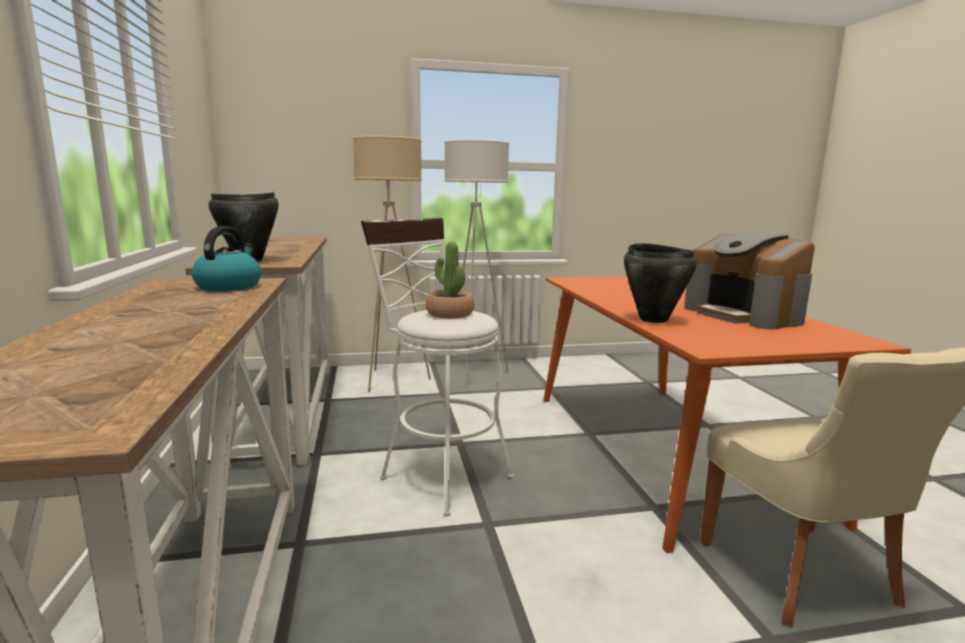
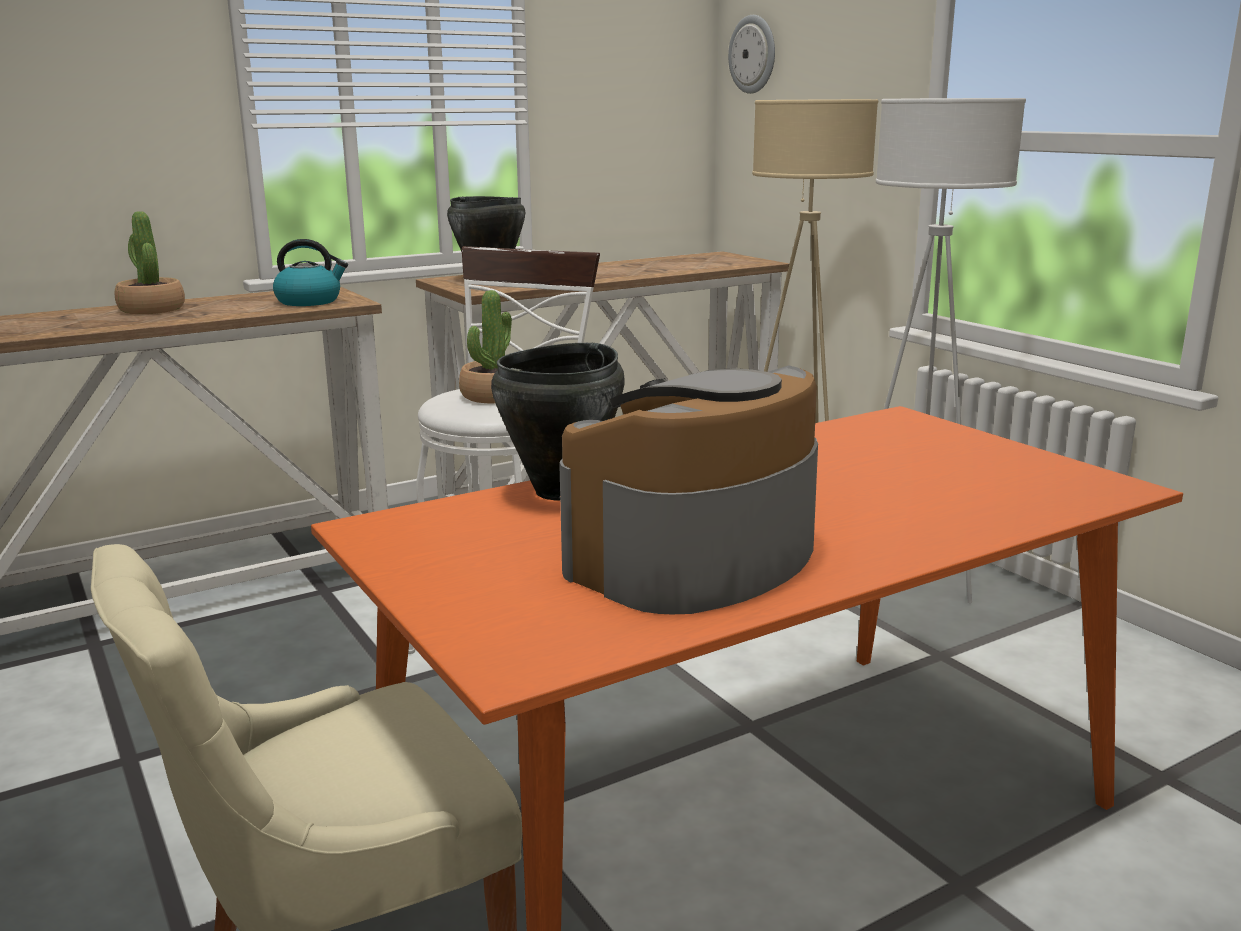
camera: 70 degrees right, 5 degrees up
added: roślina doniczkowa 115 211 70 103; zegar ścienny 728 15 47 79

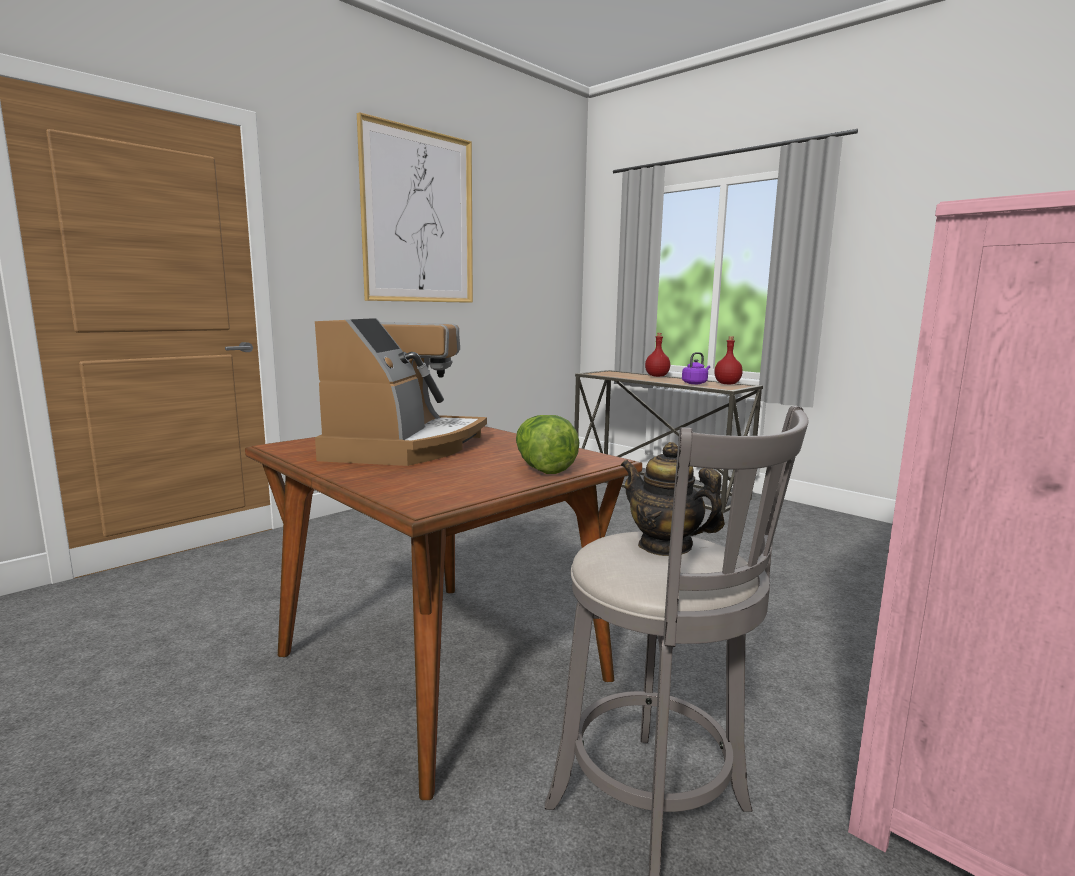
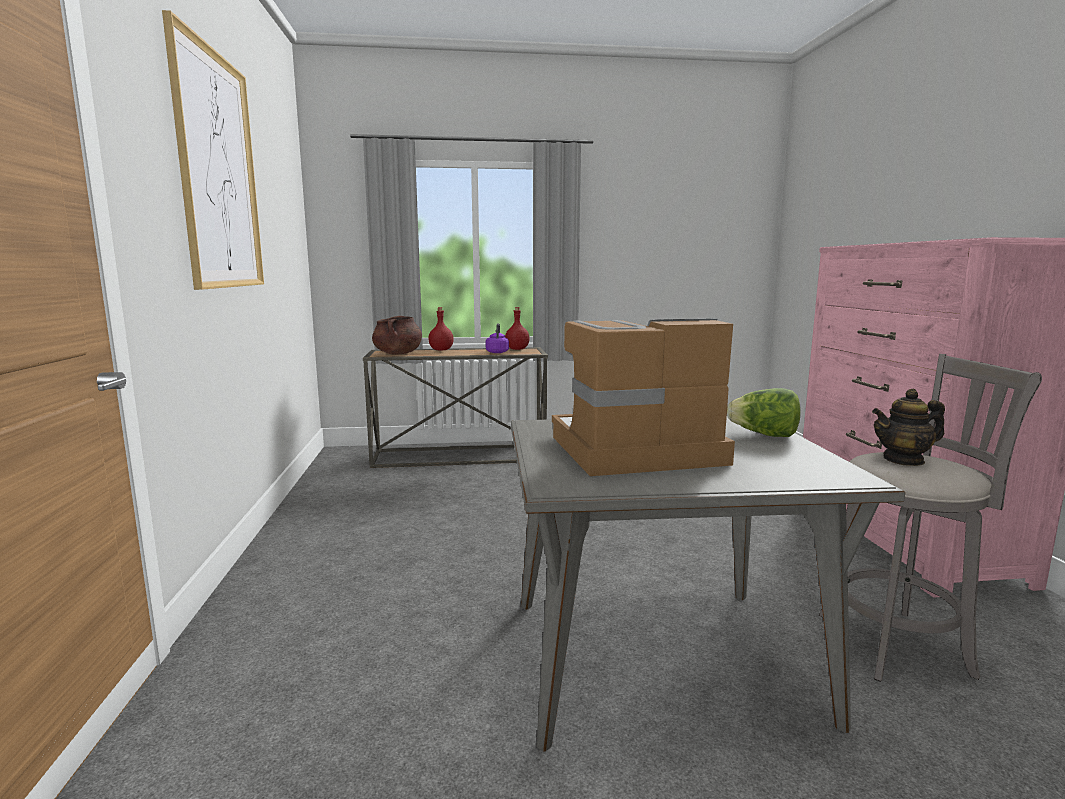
camera: 50 degrees left, 0 degrees up
added: garnek (brązowy) 372 316 50 39
recoloured: stół jadalny (brązowy) 245 426 397 374 to stół jadalny (szary) 511 417 394 335
turned: ekspres do kawy 315 318 172 148 = 552 318 183 158 60 degrees counterclockwise

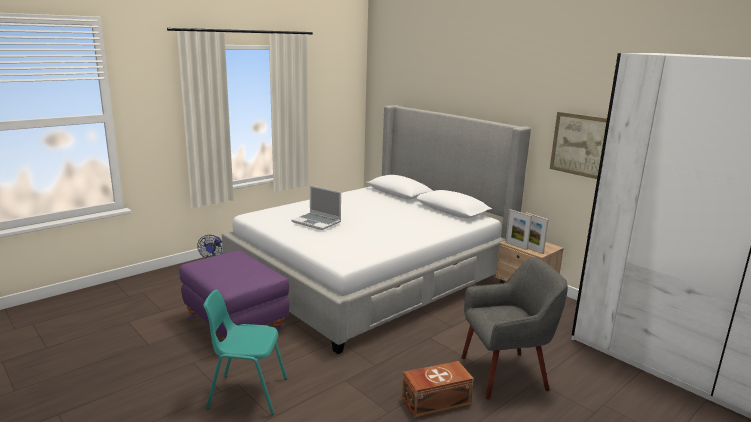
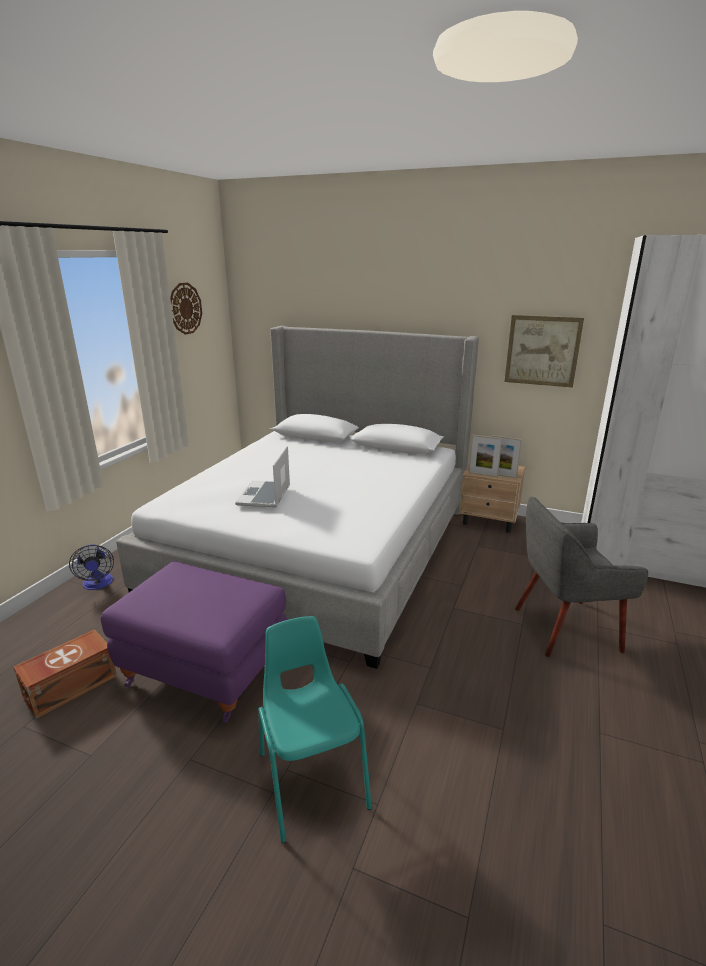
camera: 25 degrees left, 5 degrees up
added: zegar ścienny 170 283 32 52
moved: pojemnik do przechowywania (brązowy) 402 361 72 57 to 13 629 104 90
turned: krzesło (turkusowy) 204 290 83 125 = 258 616 114 227 90 degrees clockwise; laptop 292 185 49 45 = 235 446 55 62 90 degrees clockwise; fotel (szary) 461 257 107 143 = 515 497 133 160 150 degrees counterclockwise

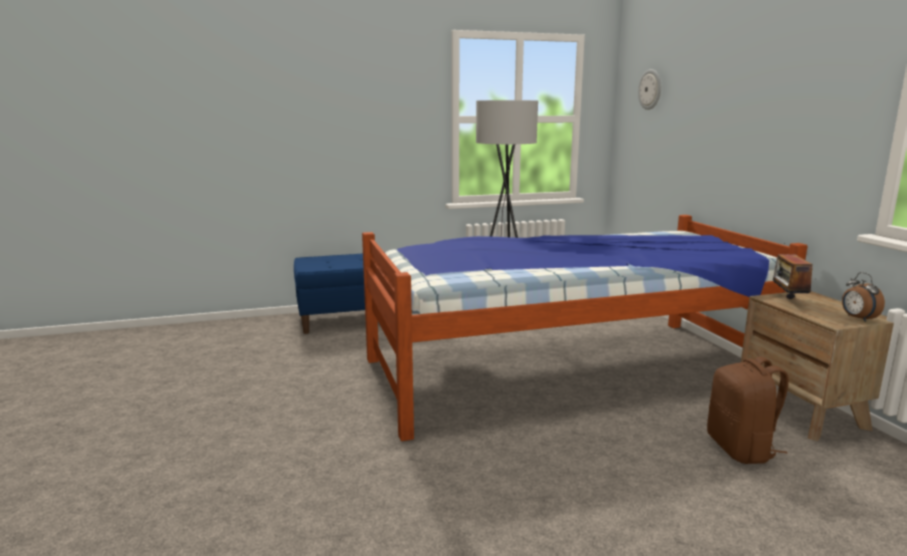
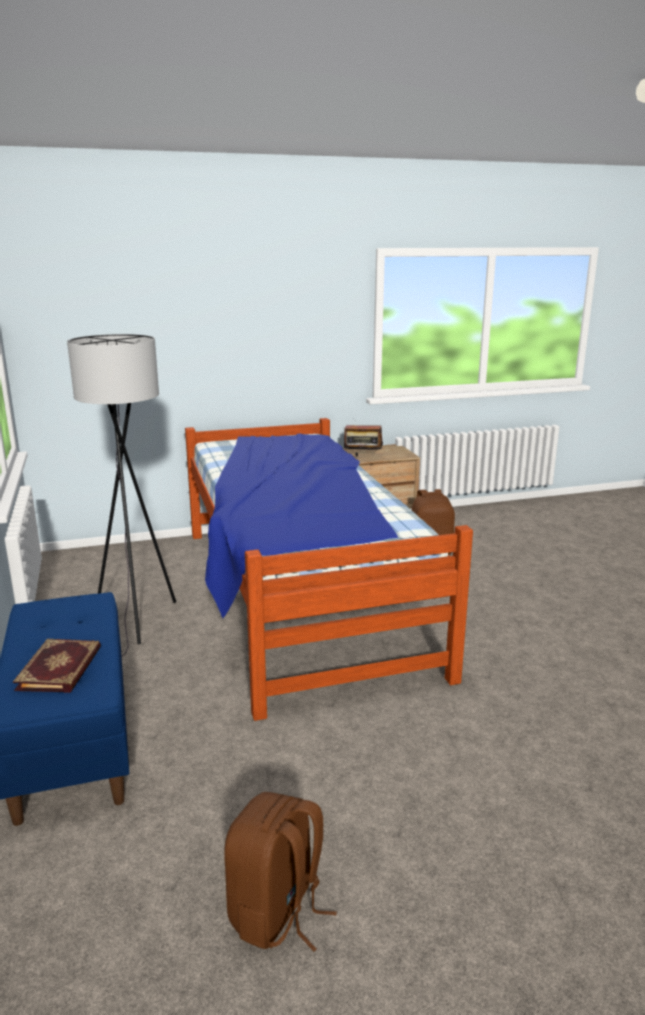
camera: 90 degrees left, 5 degrees up
removed: zegar ścienny 638 69 23 41; budzik 842 272 43 50
added: książka 13 639 88 54; plecak (brązowy) 224 792 113 160

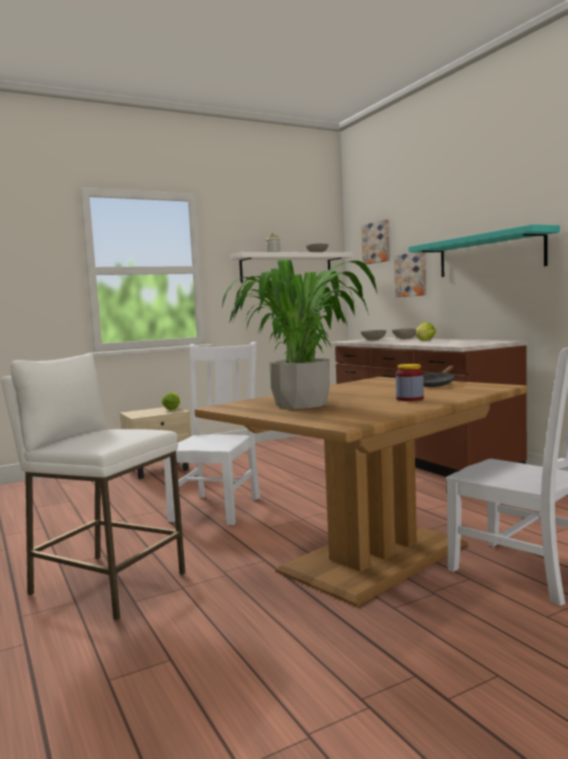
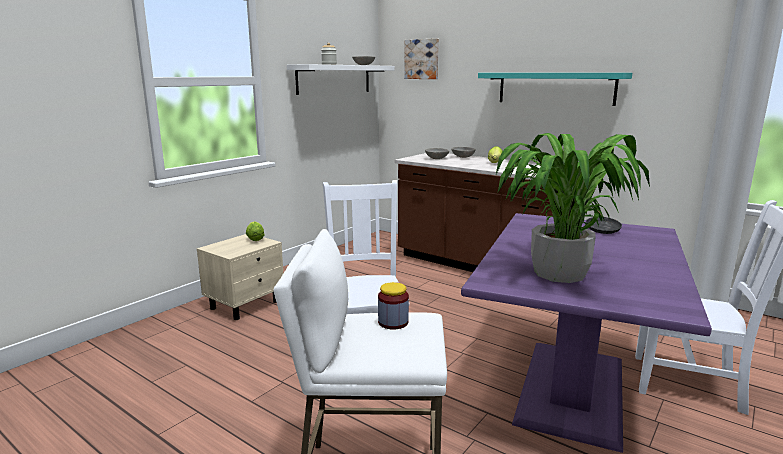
camera: 25 degrees left, 10 degrees up
removed: obraz 394 252 32 45
moved: słoik 396 364 28 37 to 378 282 31 48
recoloured: stół jadalny (brązowy) 195 377 332 230 to stół jadalny (fioletowy) 461 213 251 240

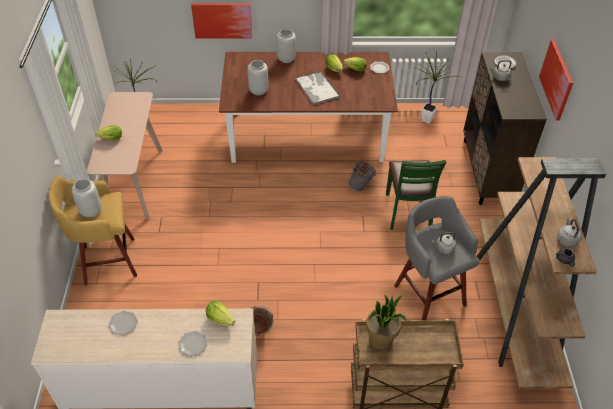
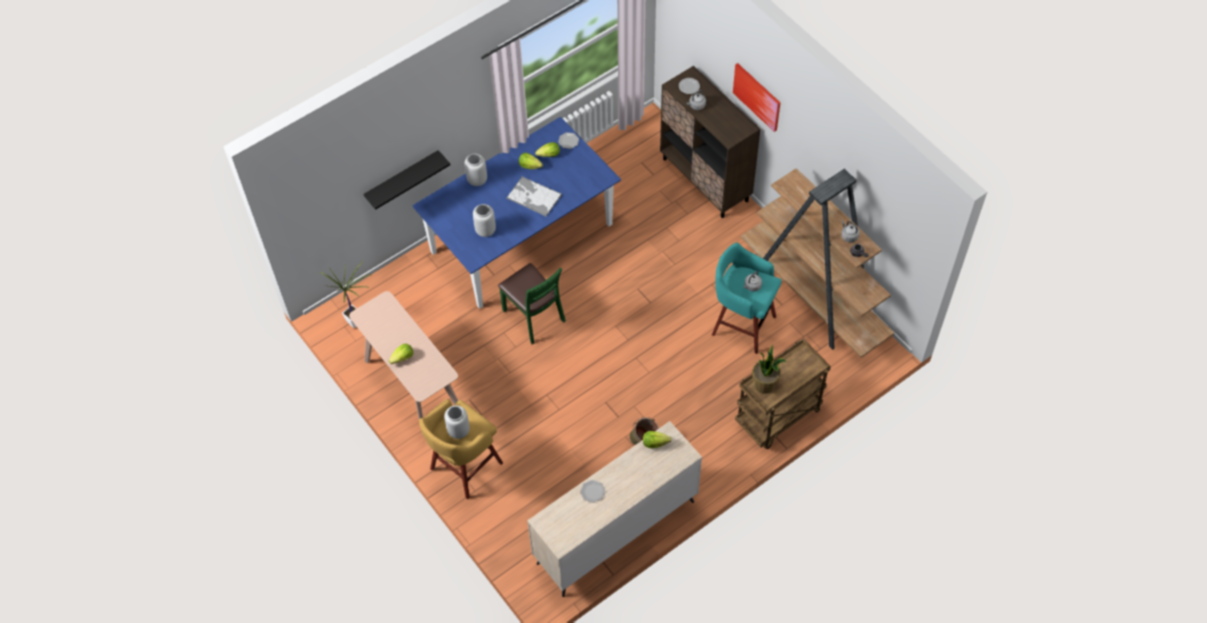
camera: 35 degrees left, 10 degrees up
removed: talerz 178 331 30 26; wiadro (szary) 348 159 28 32; roślina doniczkowa 413 51 47 73
moved: krzesło (zielony) 386 160 61 70 to 498 263 68 81
replaced: obraz 191 3 61 36 to półka (czarny) 364 150 86 60
recoloured: stół jadalny (brązowy) 219 52 179 111 to stół jadalny (niebieski) 413 117 208 192; stołek (szary) 394 196 86 125 to stołek (turkusowy) 712 243 70 111

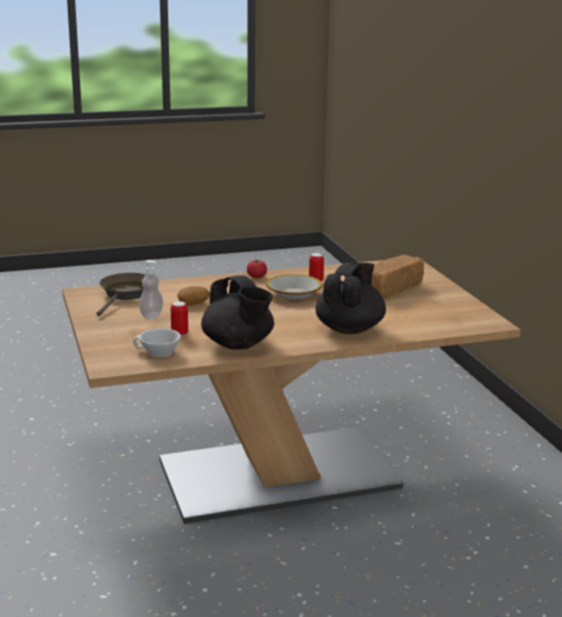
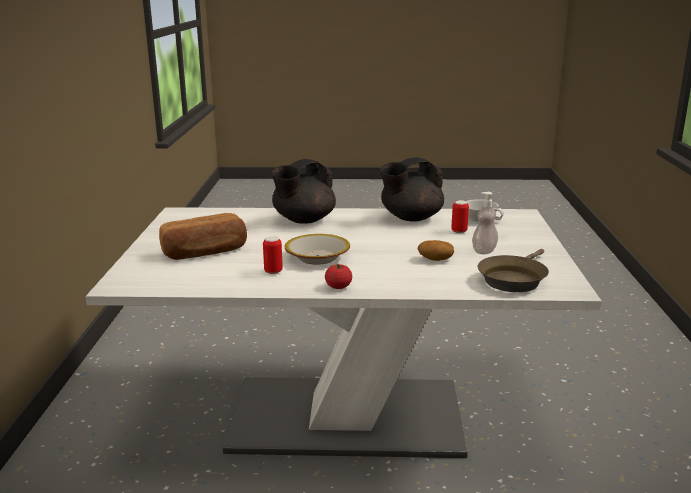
camera: 160 degrees left, 0 degrees up
recoloured: stół jadalny (brązowy) 62 257 458 267 to stół jadalny (biały) 86 207 516 251
turned: imbryk (czarny) 201 275 73 75 = 380 157 64 65 105 degrees counterclockwise

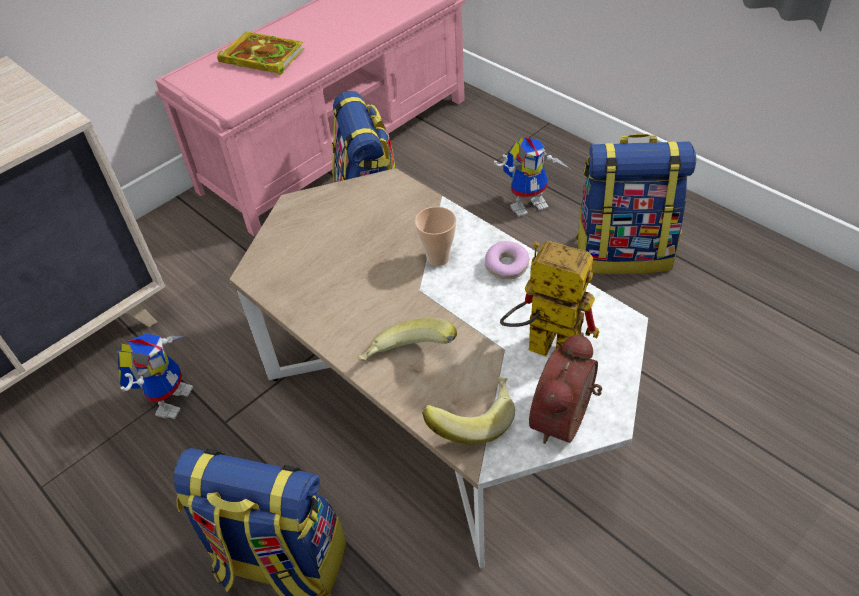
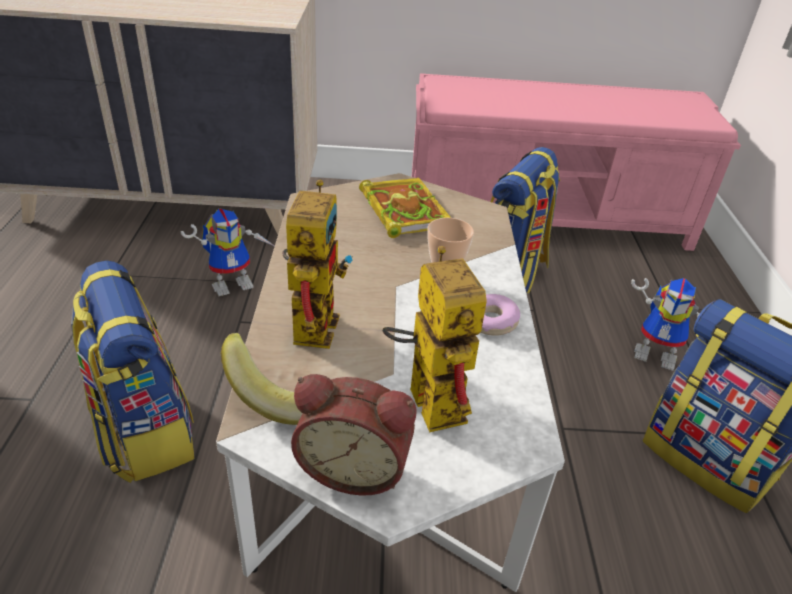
camera: 40 degrees right, 10 degrees down
moved: książka 217 32 87 43 to 359 178 92 60
replaced: banan 358 318 99 43 to robot zabawkowy 282 179 70 170
turned: budzik 529 332 73 112 = 291 374 125 121 150 degrees counterclockwise

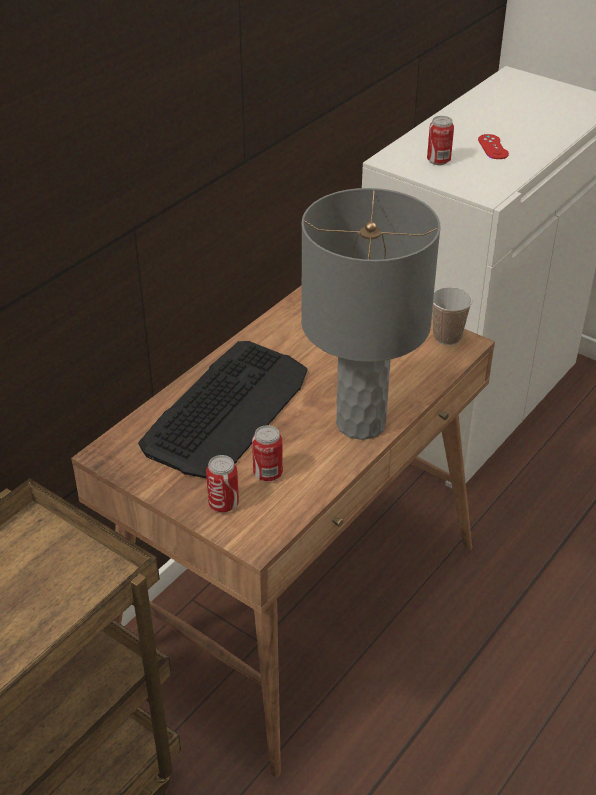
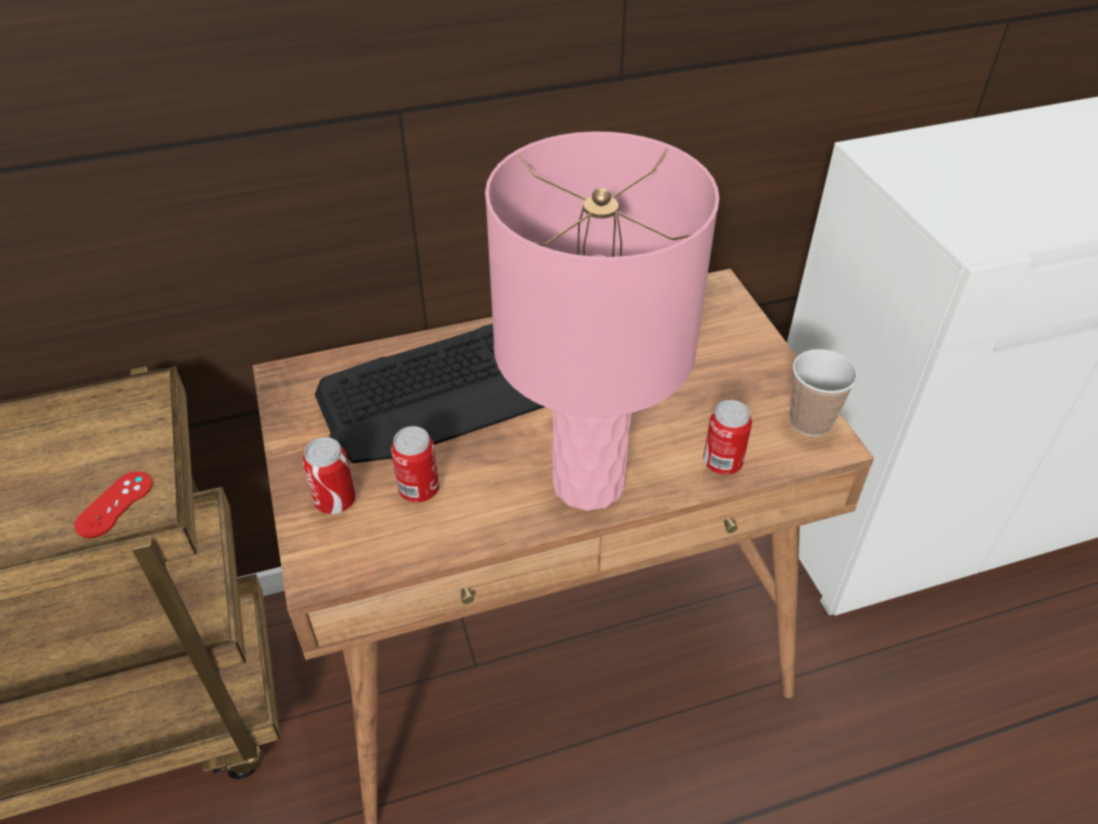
camera: 35 degrees right, 5 degrees up
moved: puszka 427 116 27 49 to 703 400 49 75; pad do gier (czerwony) 478 134 31 25 to 74 472 78 66
recoloured: lampa stołowa (szary) 301 188 140 252 to lampa stołowa (różowy) 485 131 234 380

